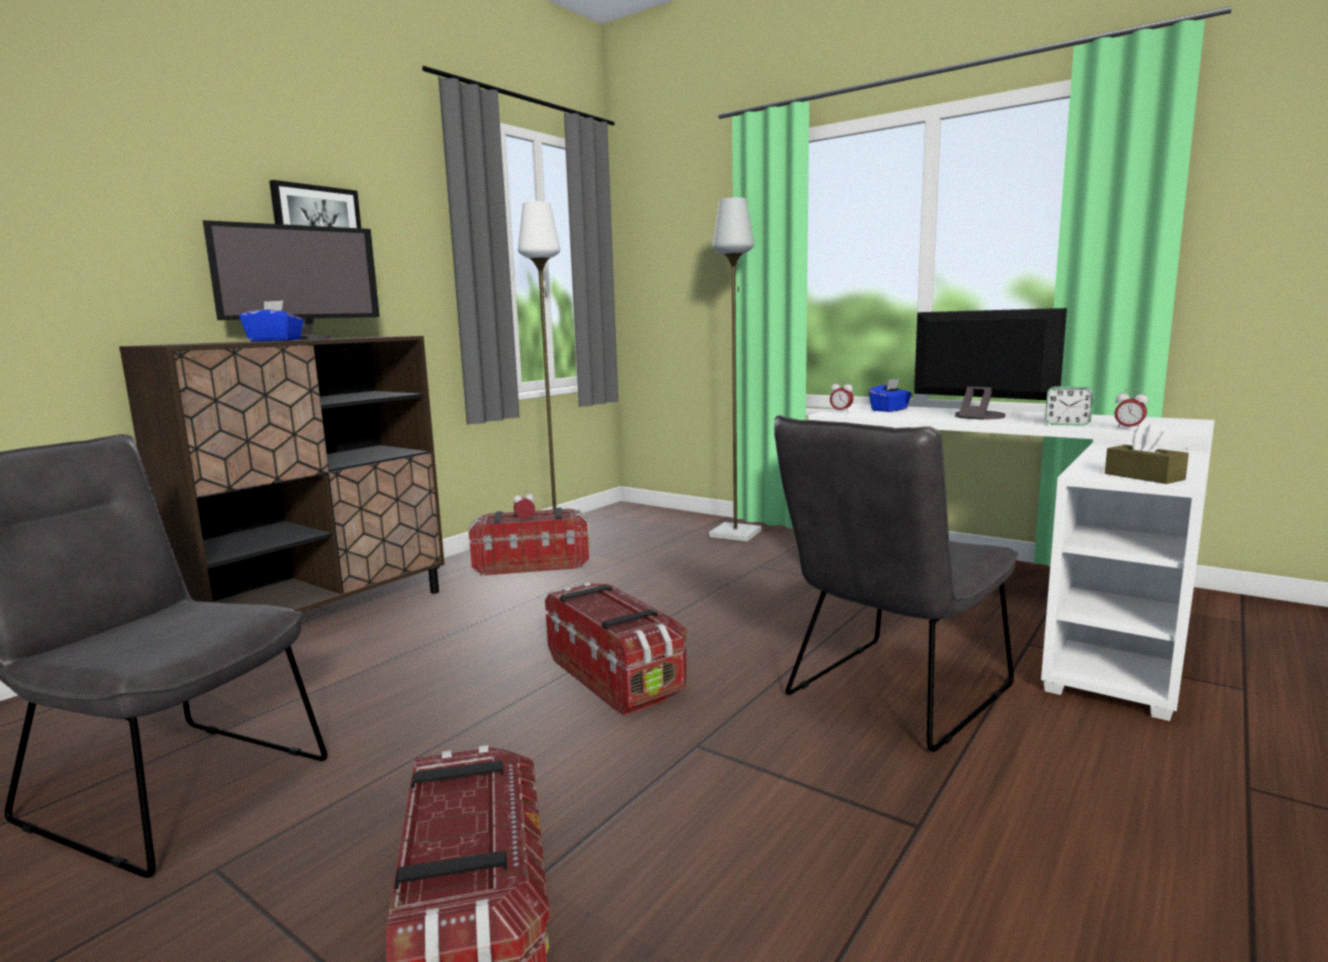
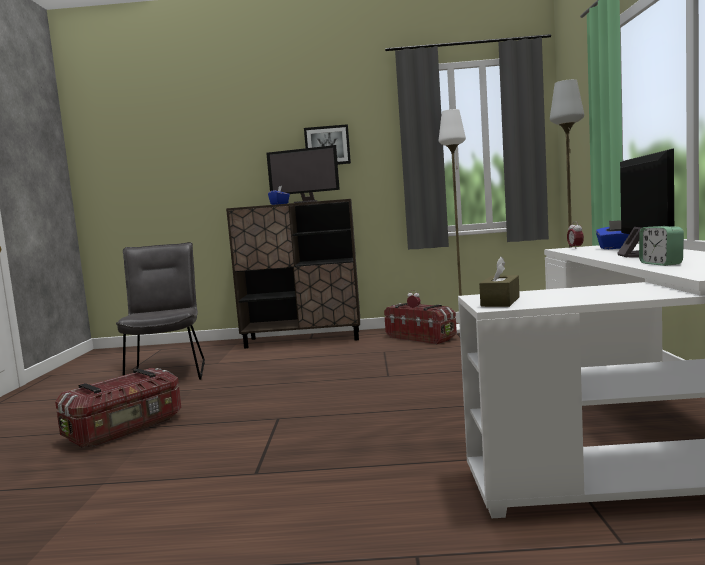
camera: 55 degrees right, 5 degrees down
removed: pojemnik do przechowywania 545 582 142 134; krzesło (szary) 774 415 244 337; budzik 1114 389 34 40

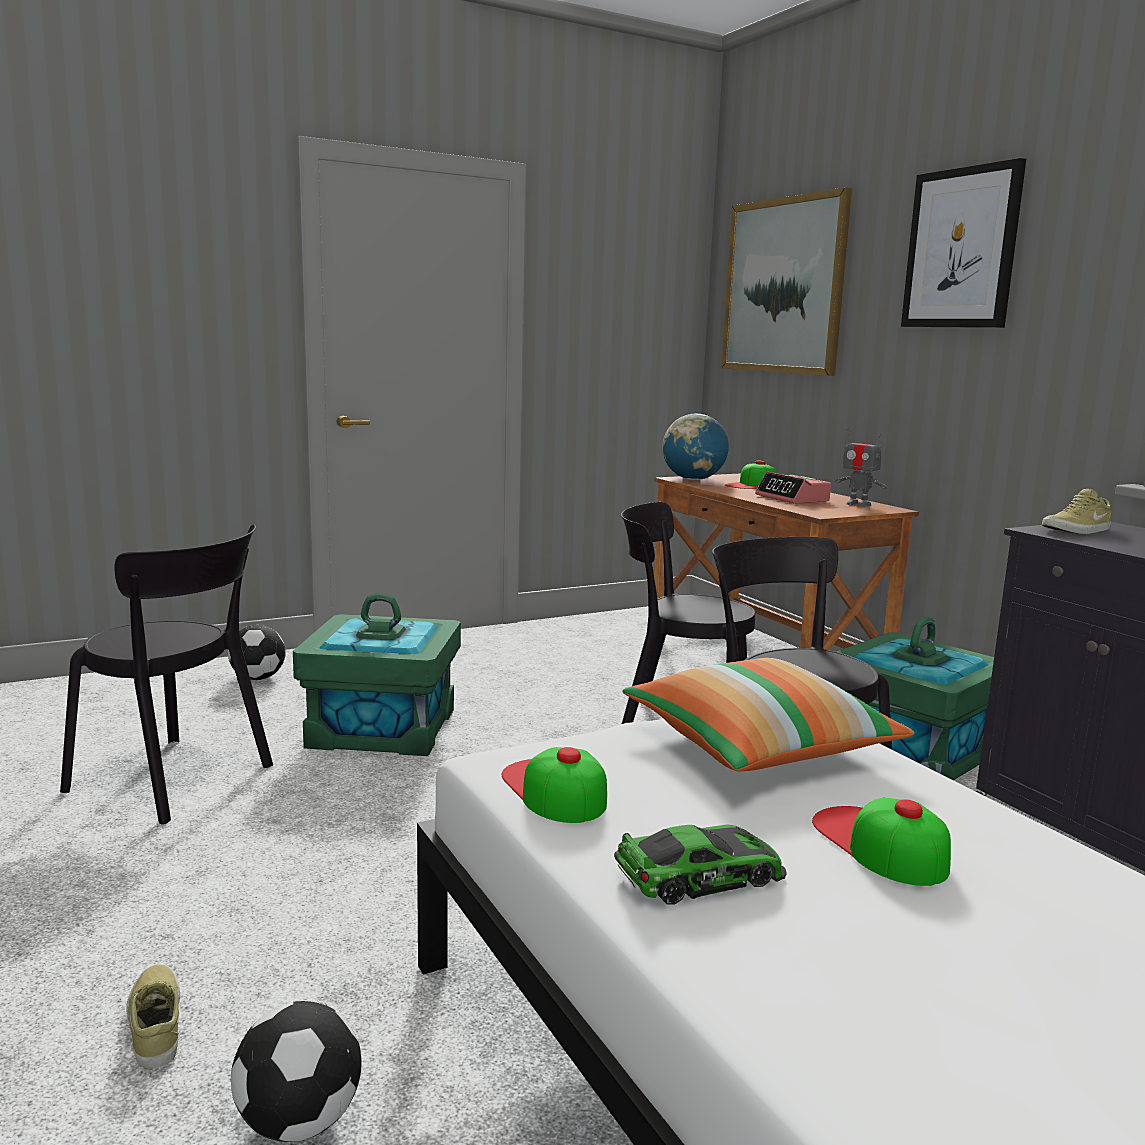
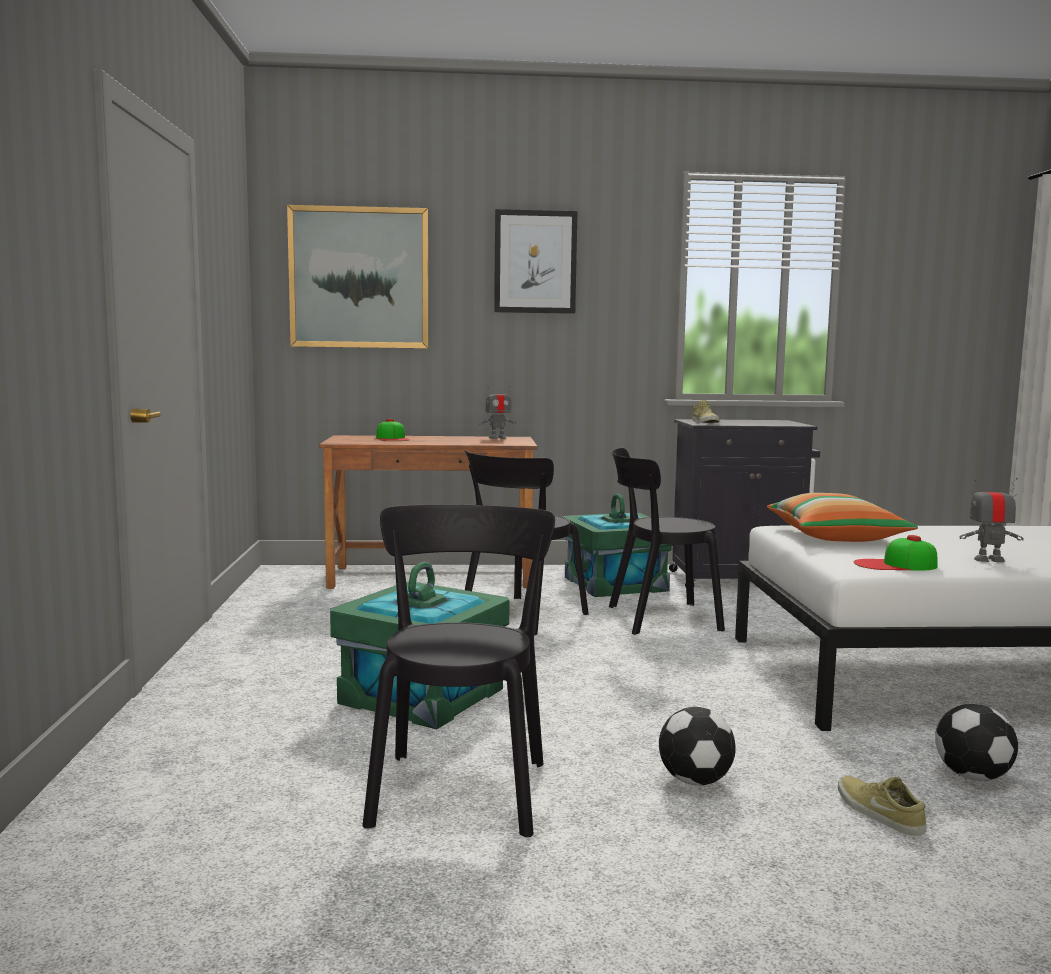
camera: 65 degrees left, 5 degrees down
removed: globus 662 414 67 66; budzik 755 472 76 32; czapka z daszkiem 812 798 139 88
moved: piłka futbolowa 228 625 58 55 to 659 707 76 79
replaced: samochodzik 614 824 172 81 to robot zabawkowy 960 478 64 84
turned: krzesło (czarny) 60 524 213 301 = 362 505 193 332 45 degrees counterclockwise; but (beżowy) 126 964 54 105 = 838 776 89 60 60 degrees clockwise

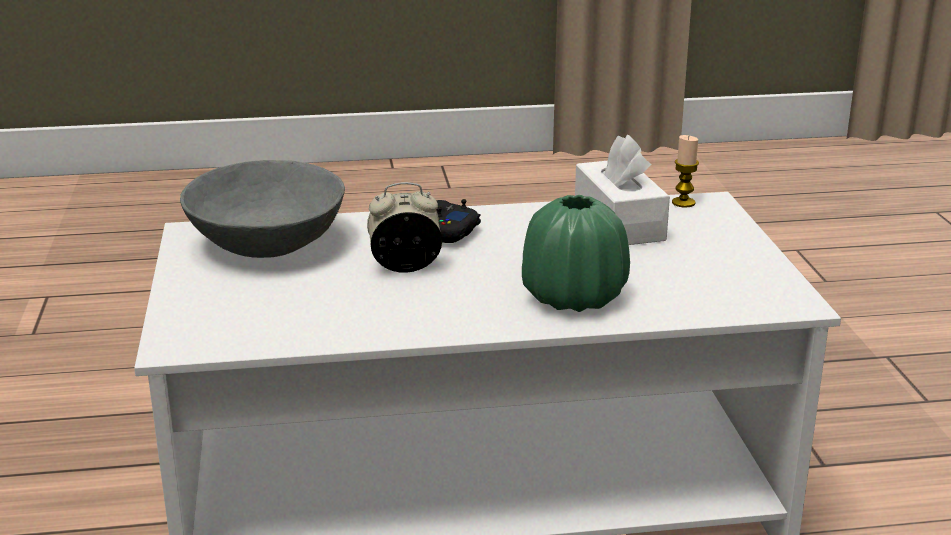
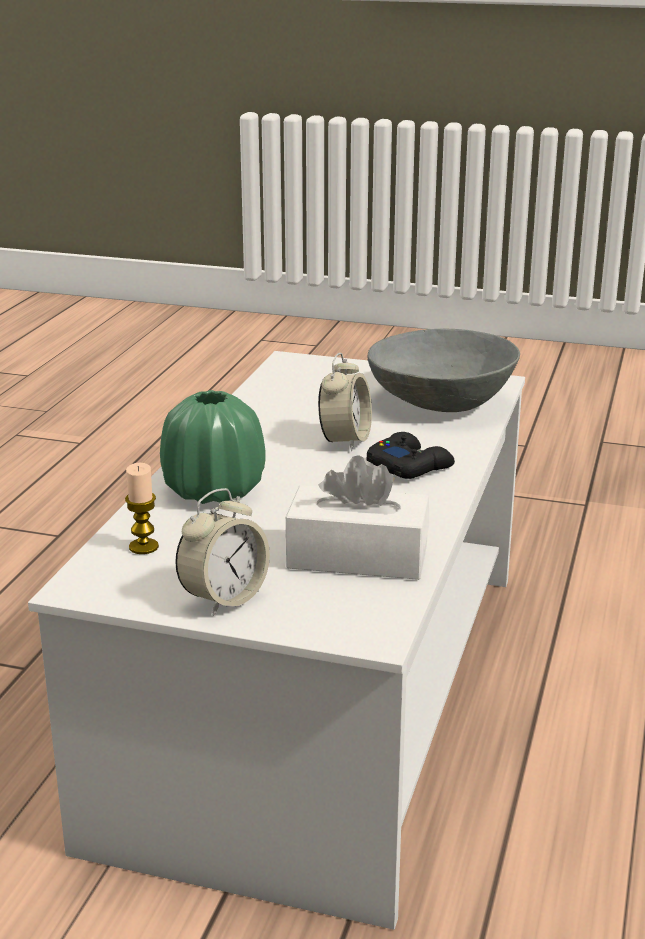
camera: 115 degrees right, 0 degrees up
added: budzik 175 488 95 128
moved: świeca 672 135 27 73 to 125 463 34 91

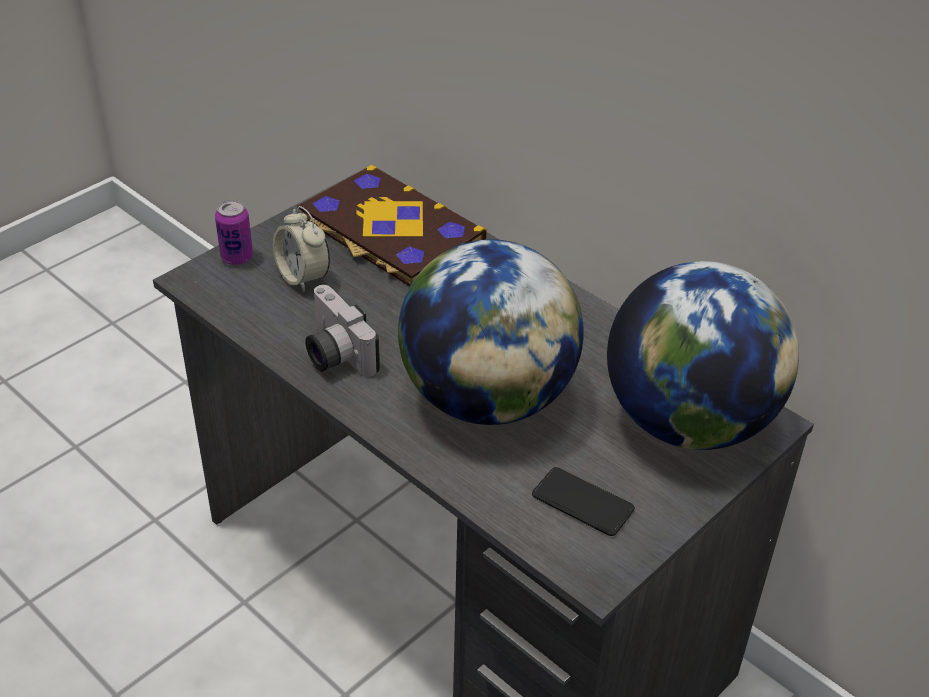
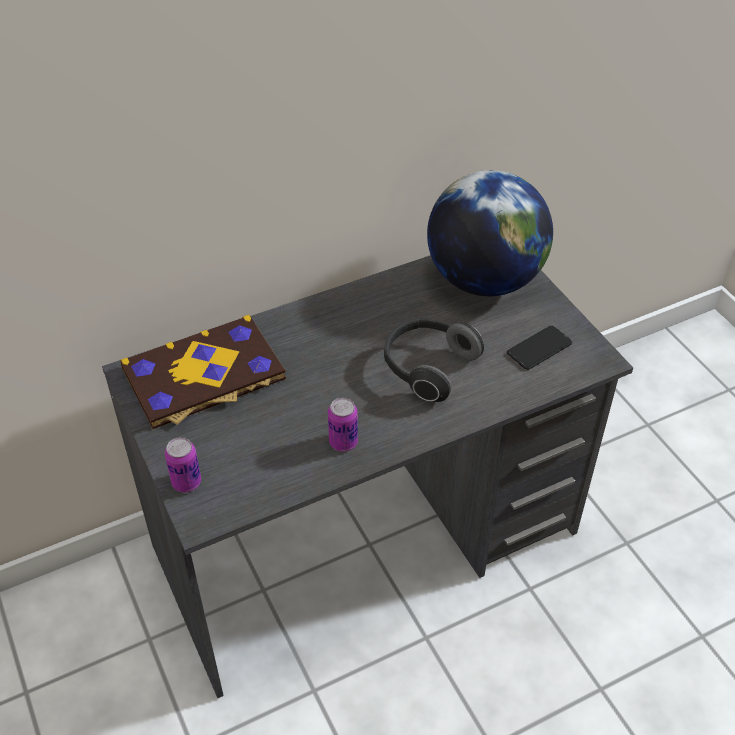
camera: 70 degrees left, 5 degrees up
removed: budzik 273 206 57 86
replaced: aparat fotograficzny 305 285 75 92 to puszka 328 398 30 54; globus 398 239 186 186 to słuchawki 384 318 100 84

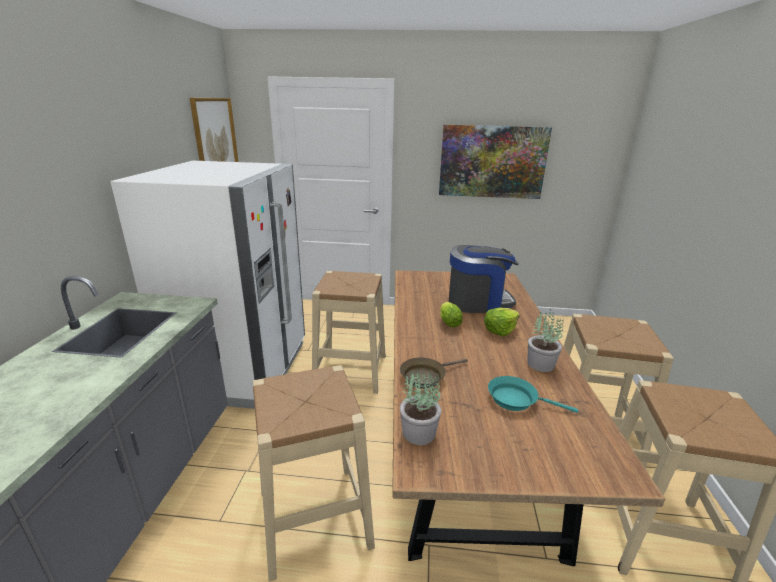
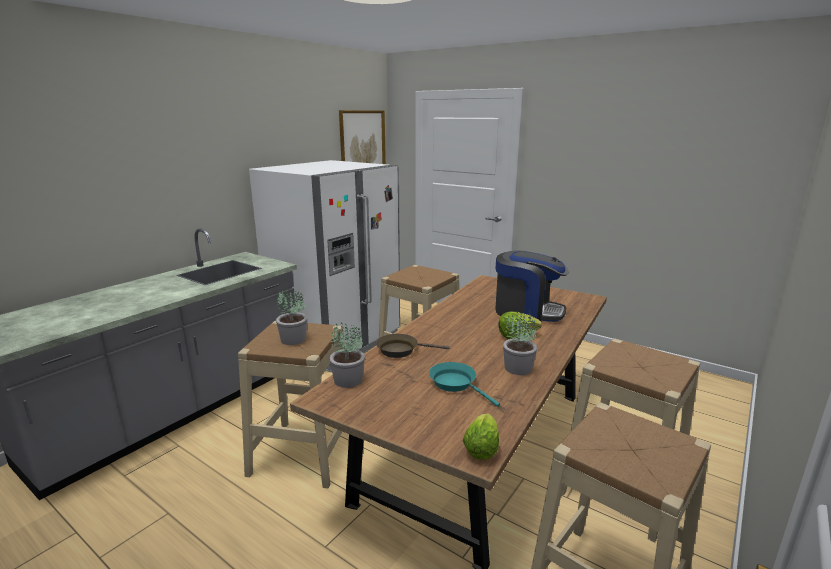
camera: 30 degrees right, 5 degrees down
removed: obraz 439 124 113 75
added: roślina doniczkowa 276 288 31 57
moved: sałata 440 302 23 25 to 463 413 36 47

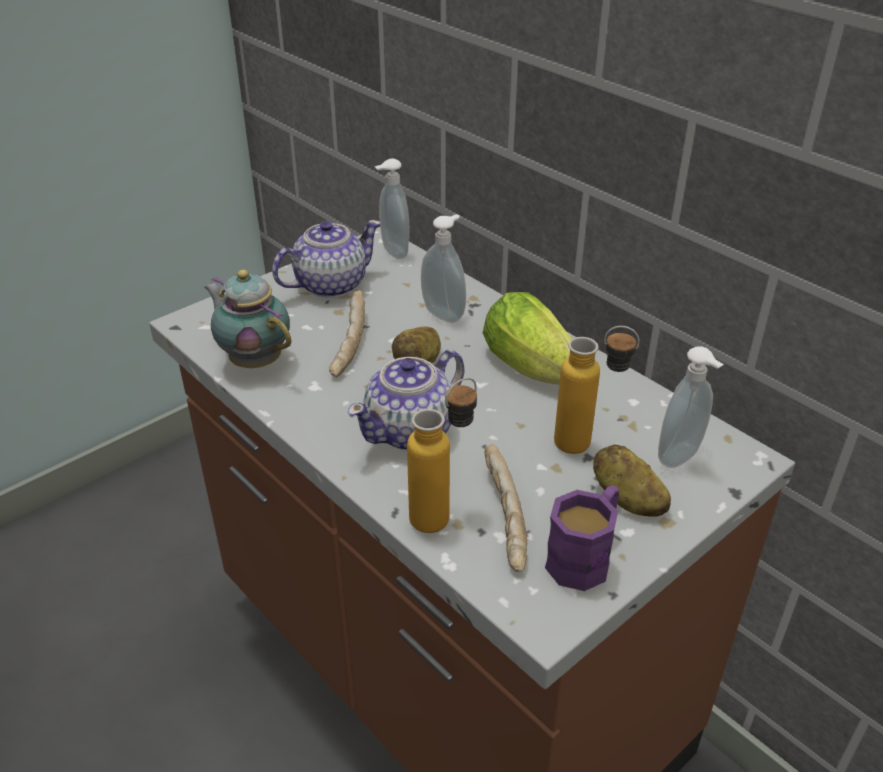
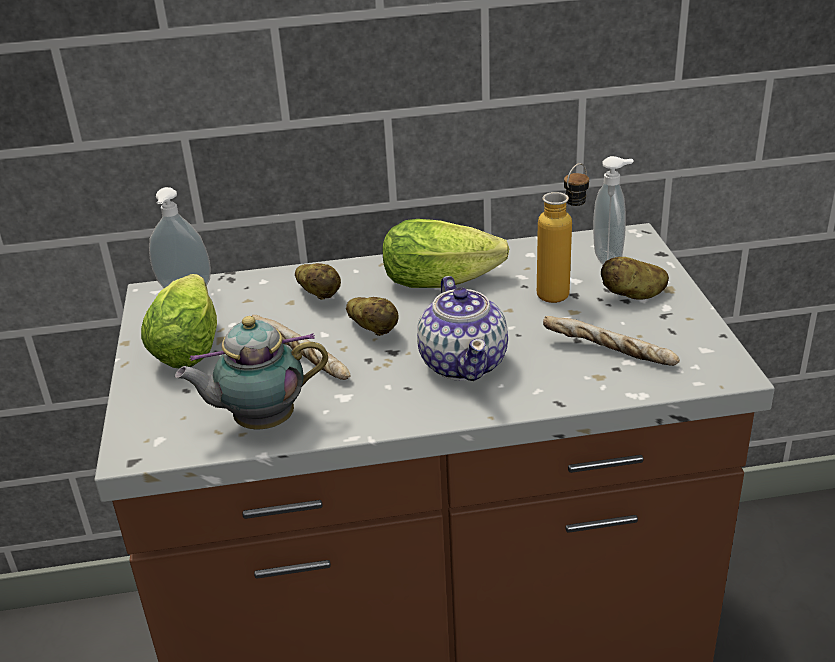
camera: 55 degrees left, 5 degrees down
removed: butelka 407 378 70 155; kubek (fioletowy) 545 485 74 106
replaced: imbryk 272 220 109 78 to sałata 141 274 76 94; dozownik mydła 421 214 45 109 to ziemniak 295 263 46 37

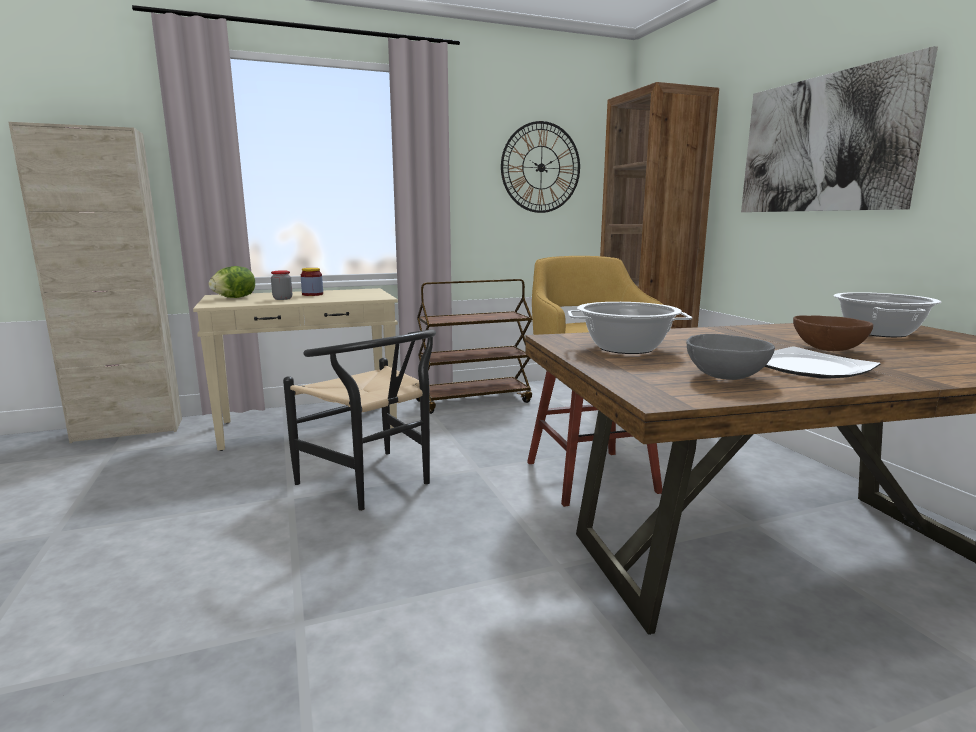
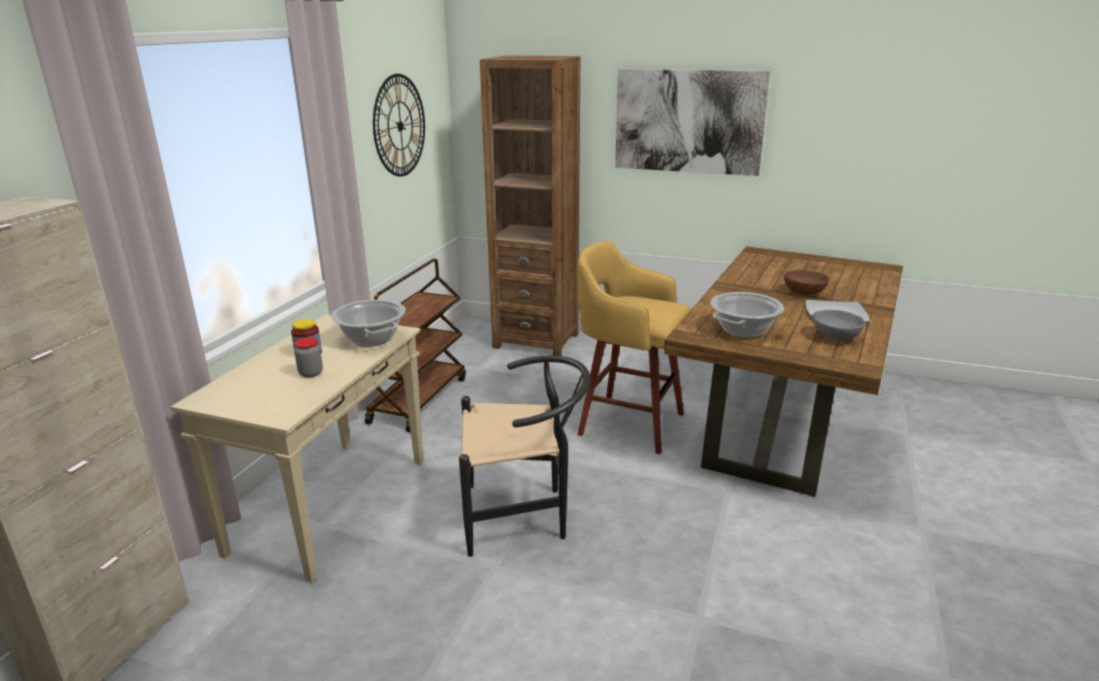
camera: 50 degrees left, 10 degrees up
removed: sałata 209 266 46 32
moved: garnek 834 292 107 45 to 331 299 75 48

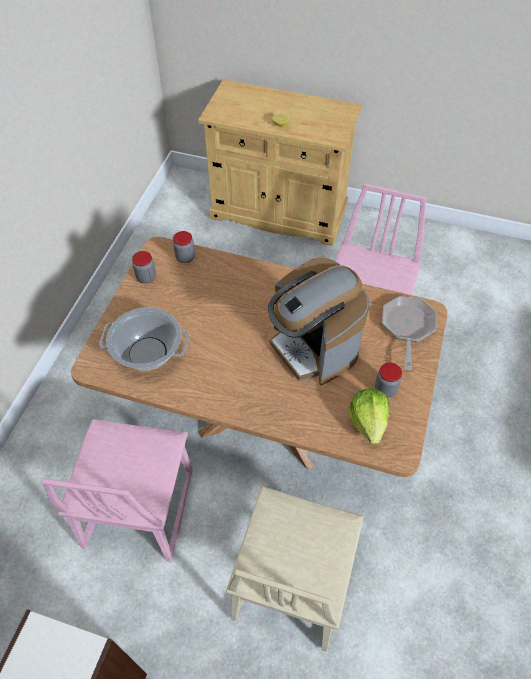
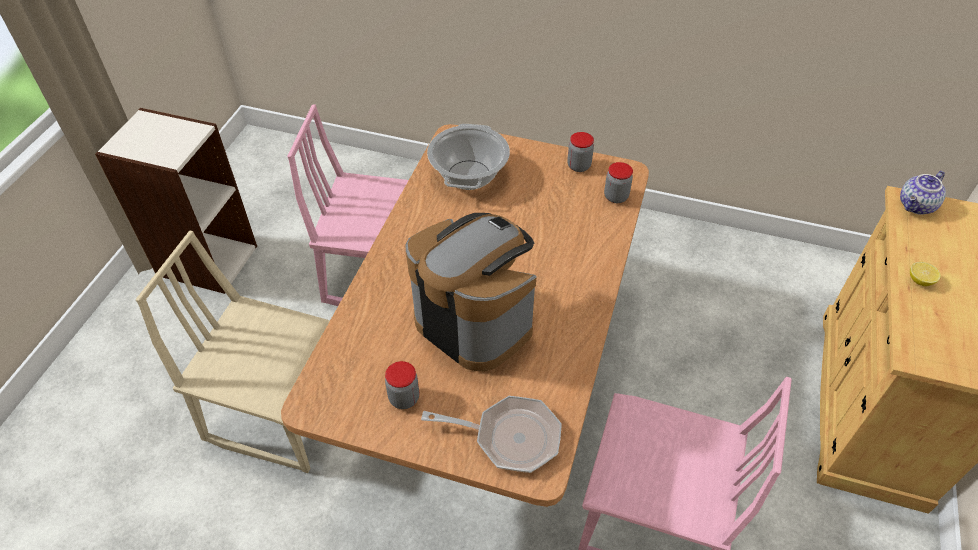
camera: 90 degrees right, 5 degrees down
removed: sałata 349 388 40 56
added: imbryk 900 171 46 44
turned: ekspres do kawy 268 257 101 129 = 405 213 131 158 75 degrees clockwise

